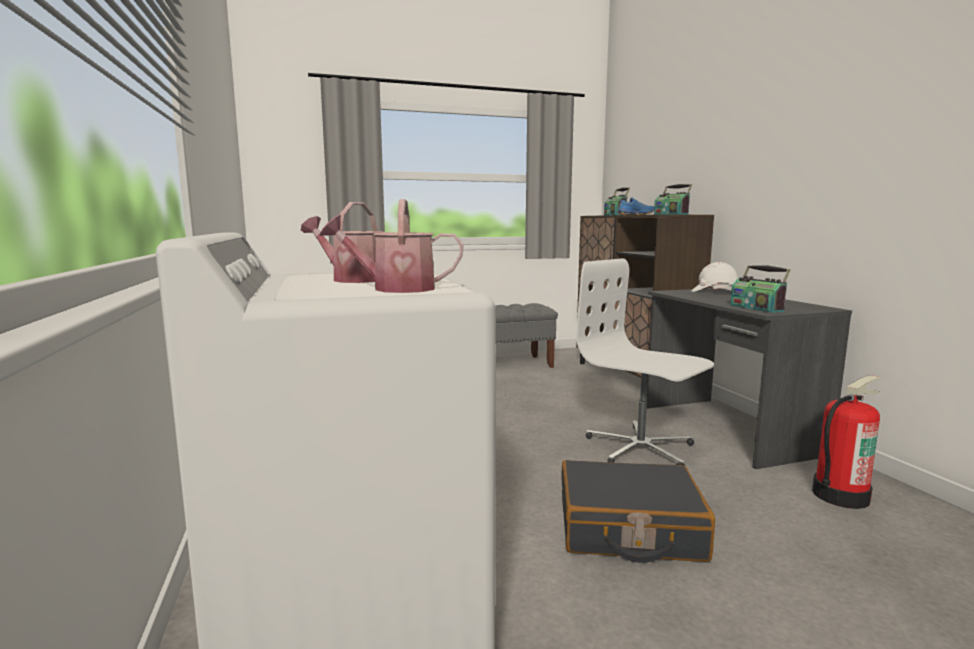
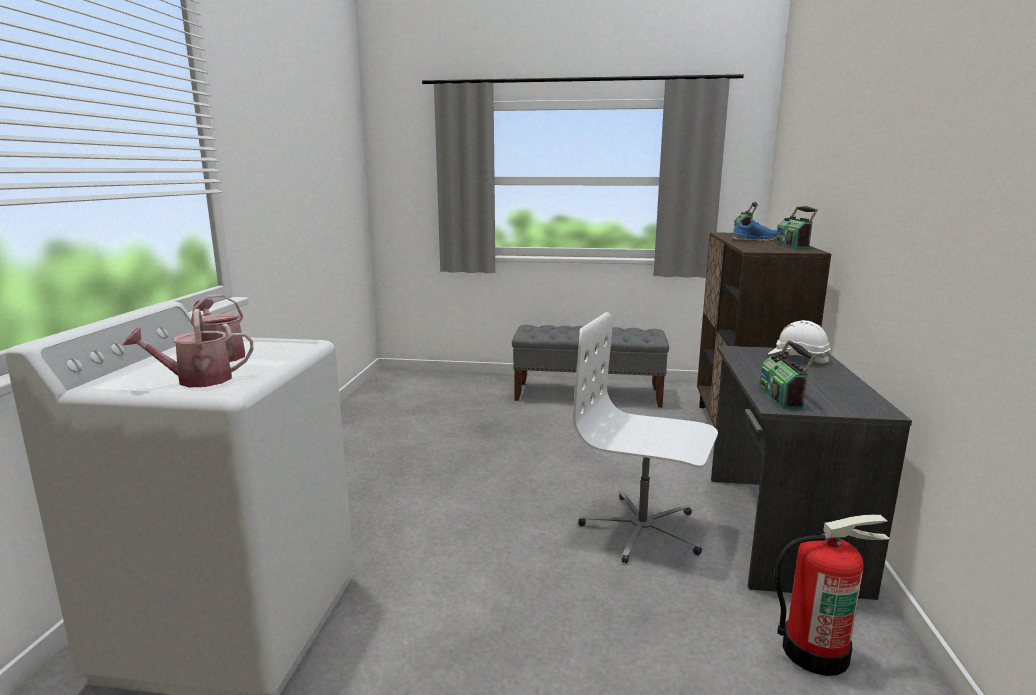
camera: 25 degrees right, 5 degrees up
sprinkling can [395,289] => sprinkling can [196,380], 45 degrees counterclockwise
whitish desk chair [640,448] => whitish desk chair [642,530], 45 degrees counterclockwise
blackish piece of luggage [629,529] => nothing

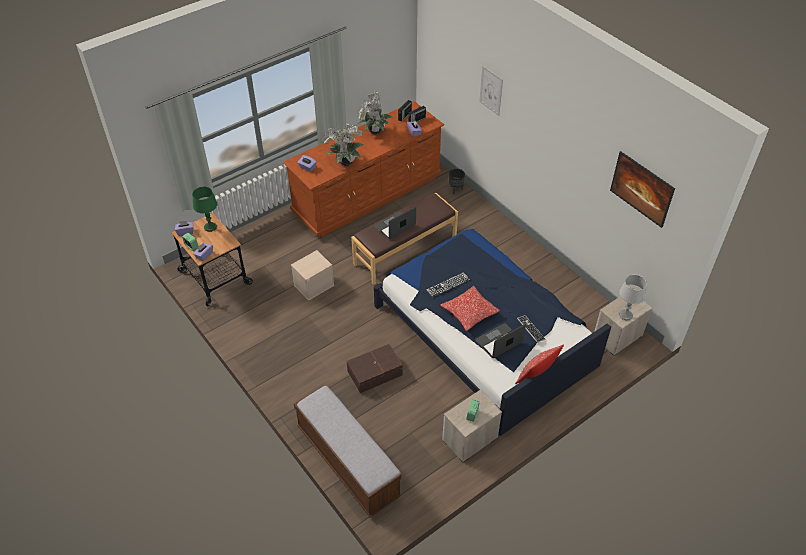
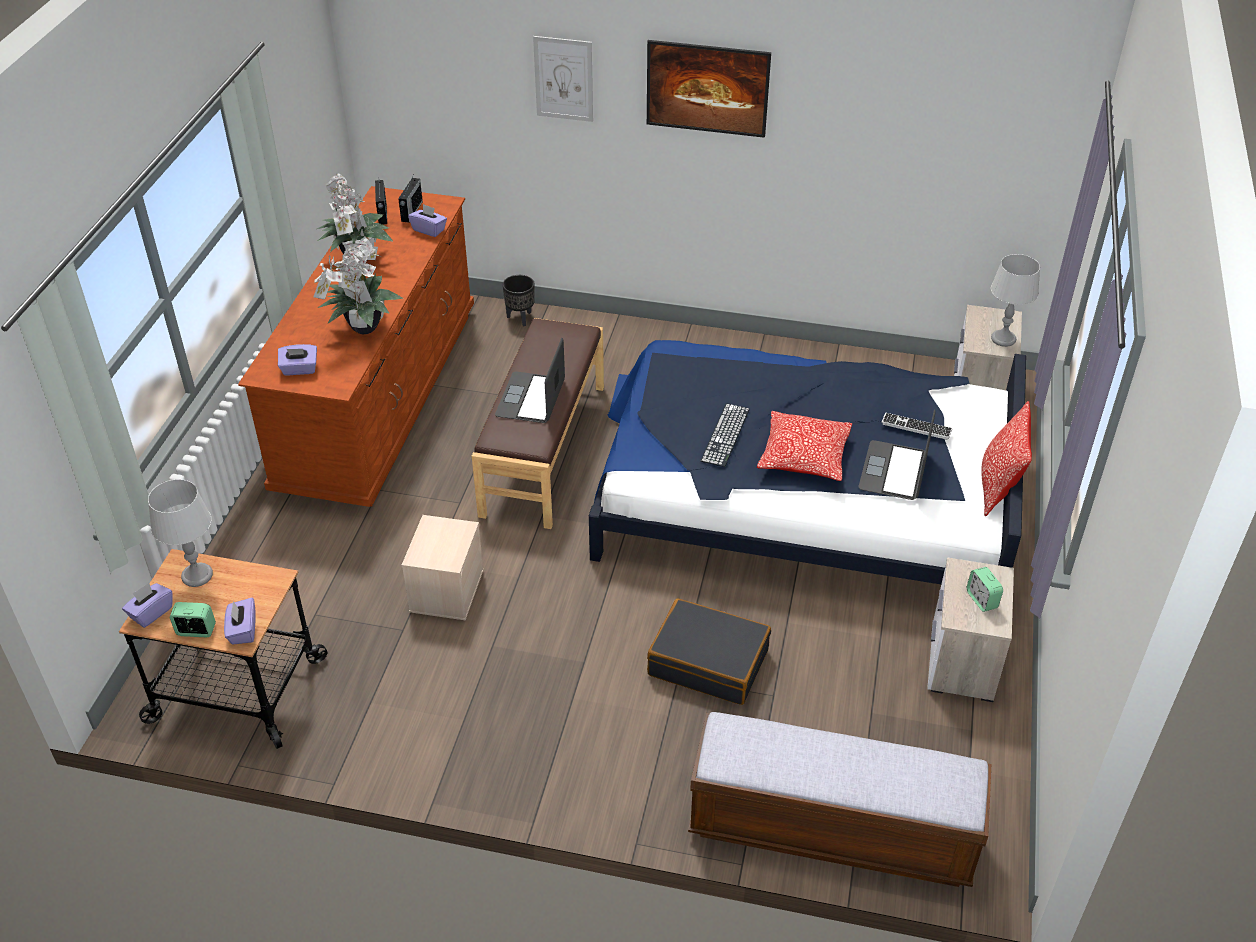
camera: 40 degrees left, 5 degrees down
green lamp for a table [210,227] => gray lamp for a table [196,576]
wall picture [639,198] => wall picture [706,109], moved
brown storage bin [374,372] => blackish piece of luggage [708,662]

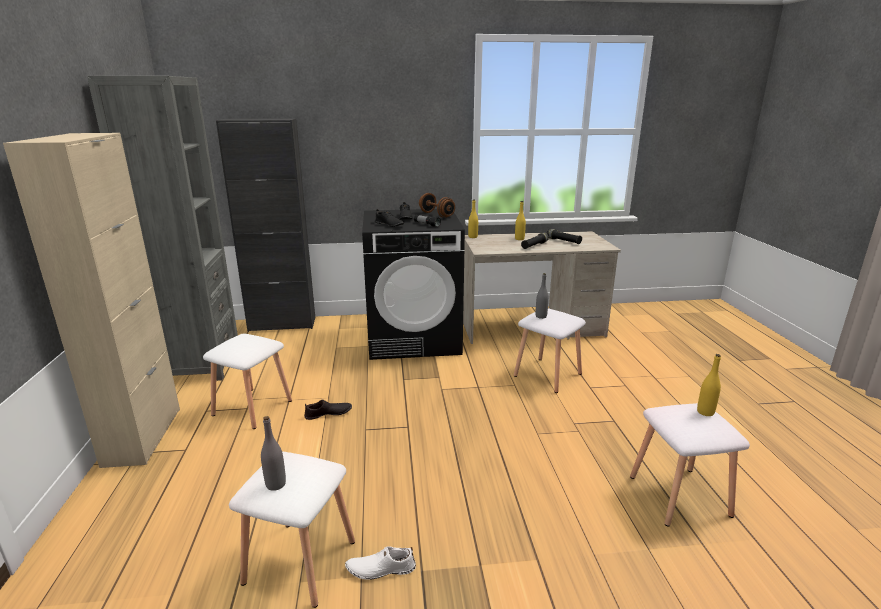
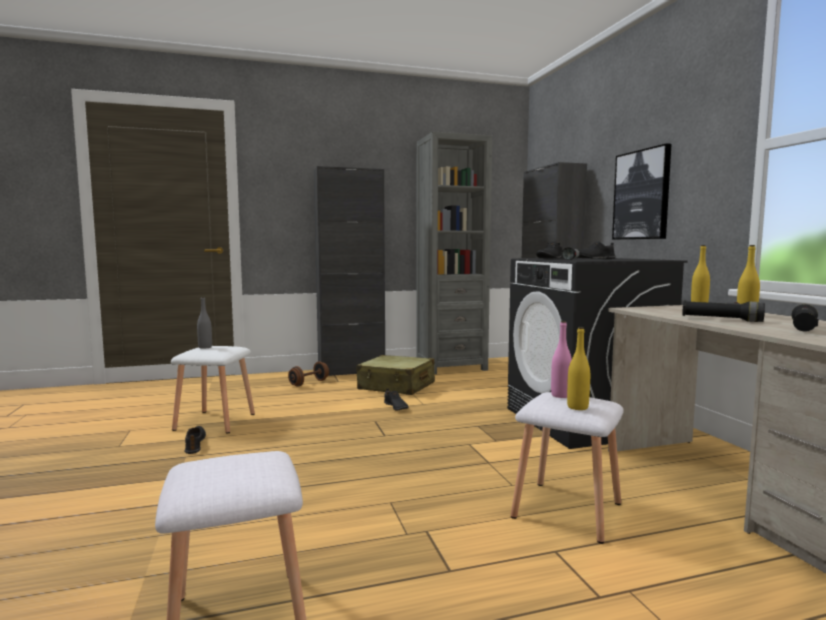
camera: 80 degrees right, 15 degrees down
whitish shoe [380,568] => blackish shoe [195,443]
brown free weight [436,215] => brown free weight [309,383], moved
sand-coloured cupboard [143,436] => blackish cupboard [351,371]
whitish stool seat [253,407] => sand-coloured piece of luggage [396,386]
gray bottle [541,316] => pink-coloured bottle [560,395]
yellow bottle [705,412] => yellow bottle [577,407], moved
nothing => wall picture [642,195]

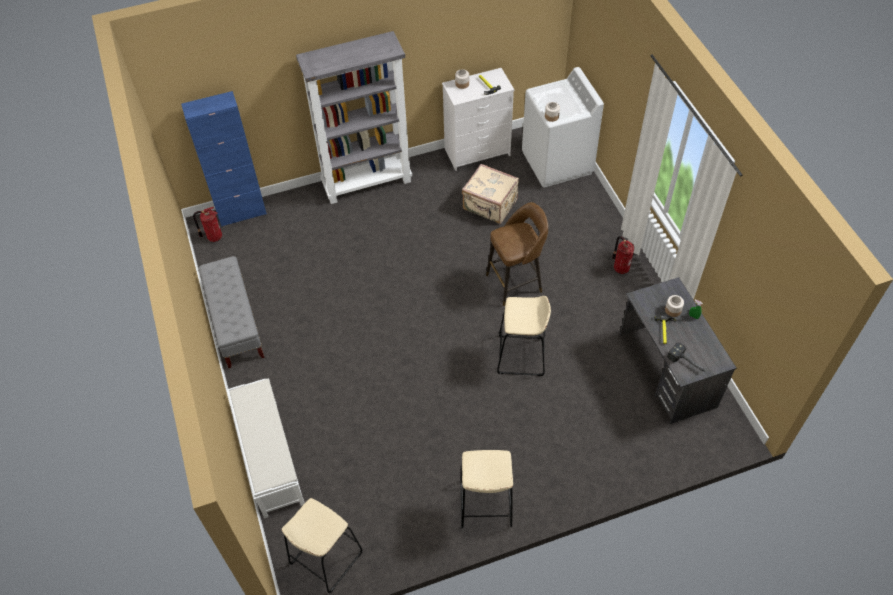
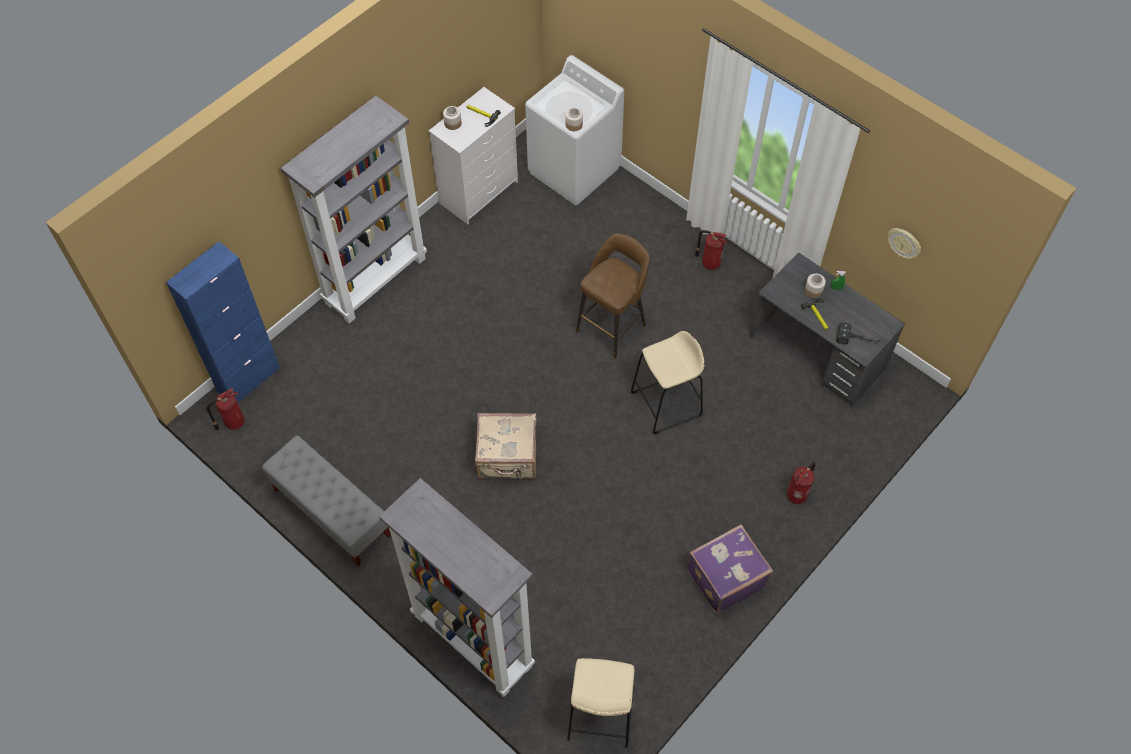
camera: 30 degrees left, 5 degrees up
whitish long seat [270,457] => gray bookshelf [471,641]
sand-coloured piece of luggage [490,205] => sand-coloured piece of luggage [508,457], moved
sand-coloured stool seat [485,504] => purple-coloured piece of luggage [724,577]
nothing => fire-fighting cylinder [797,495]
nothing => wall clock [904,243]

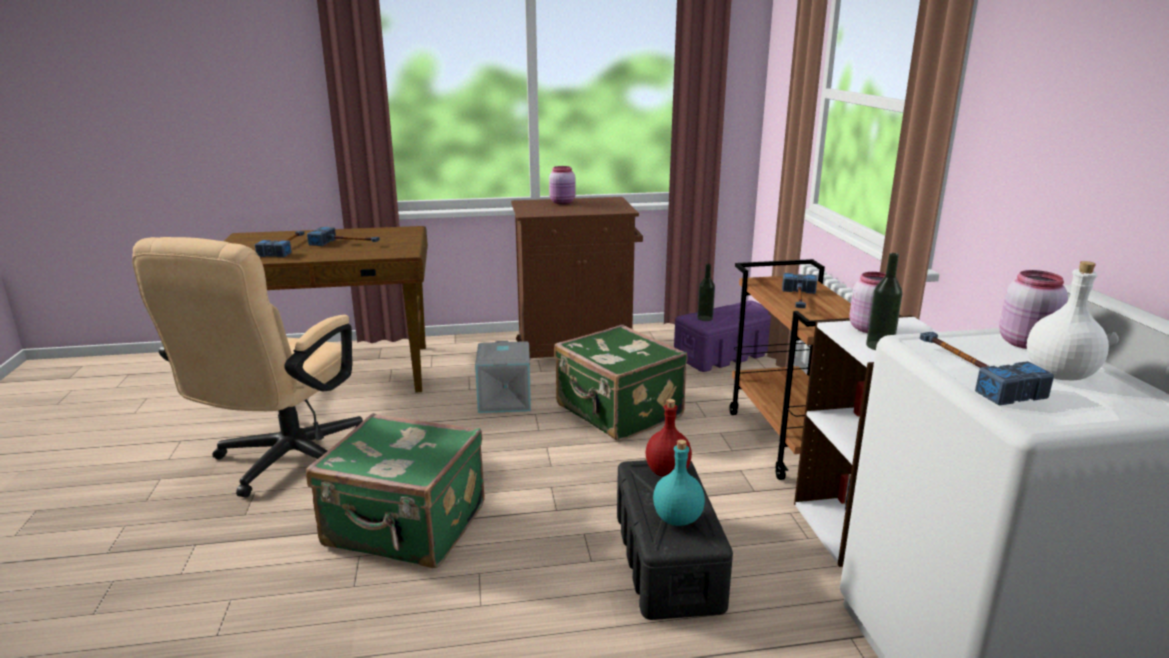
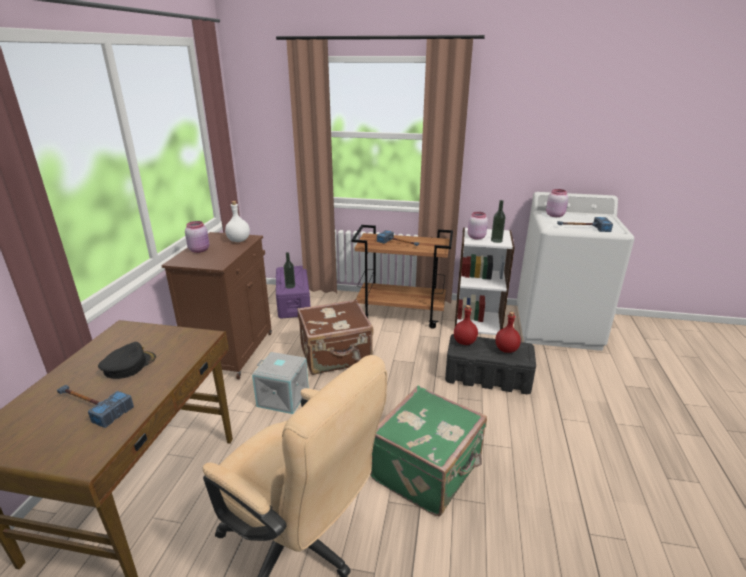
camera: 70 degrees left, 5 degrees up
tool hammer [346,243] => blackish cap [129,365]
whitish bottle [1059,375] => whitish bottle [239,240], moved
green piece of luggage [618,412] => brown piece of luggage [336,356]
turquoise bottle [677,518] => reddish bottle [506,349]

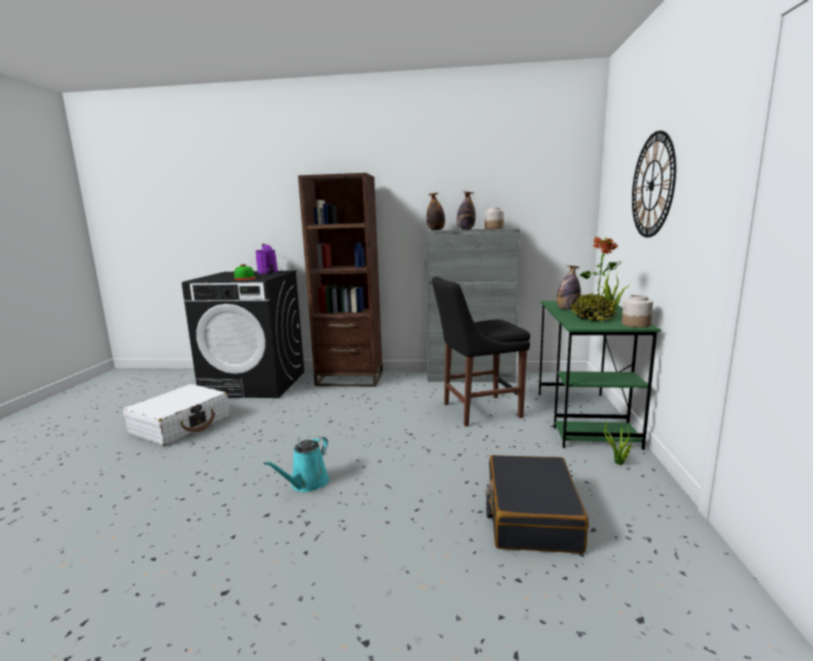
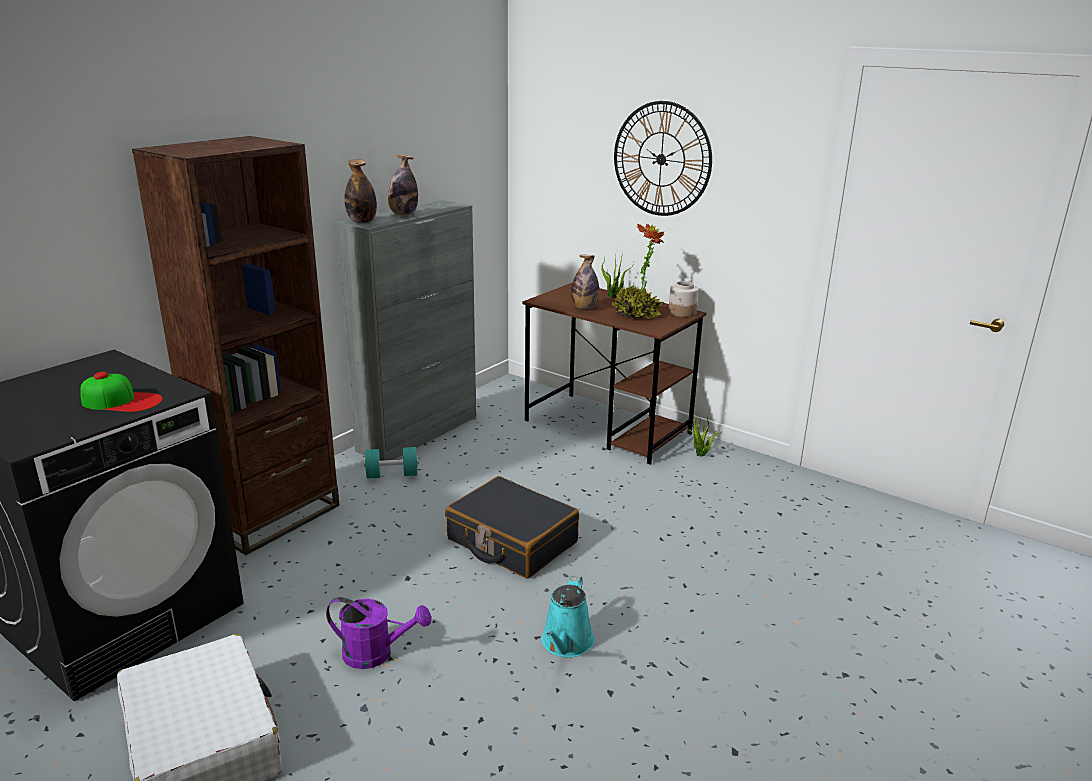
camera: 60 degrees left, 10 degrees up
purple-coloured sprinkling can [268,272] => purple-coloured sprinkling can [376,654], moved
nothing => turquoise free weight [392,475]
blackish piece of luggage [531,516] => blackish piece of luggage [511,541], moved
green desk table [584,418] => brown desk table [608,427]
turquoise sprinkling can [307,483] => turquoise sprinkling can [566,644], 45 degrees clockwise
blackish upright chair [477,410] => nothing
preserve jar [493,228] => nothing

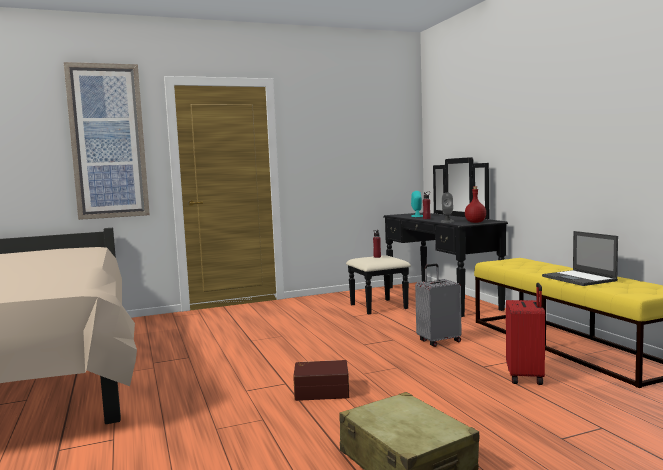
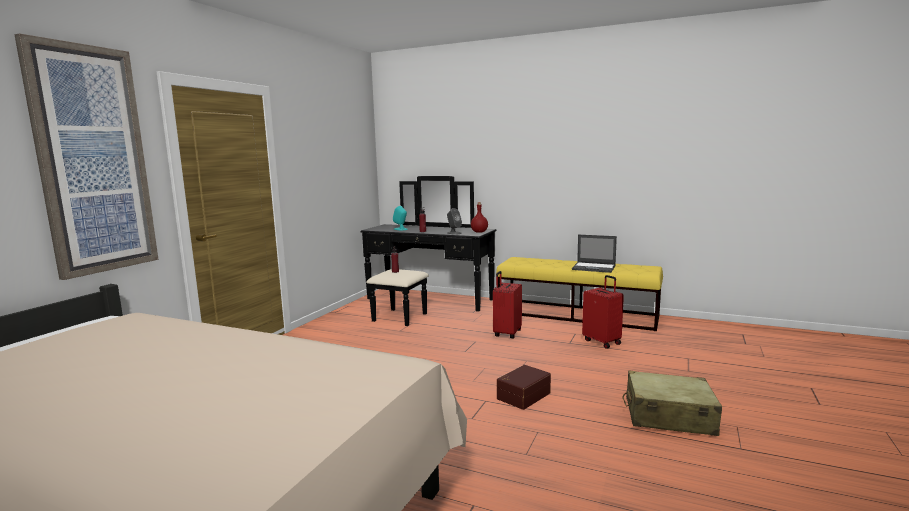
camera: 45 degrees left, 5 degrees up
gray piece of luggage [438,341] => reddish piece of luggage [506,333]

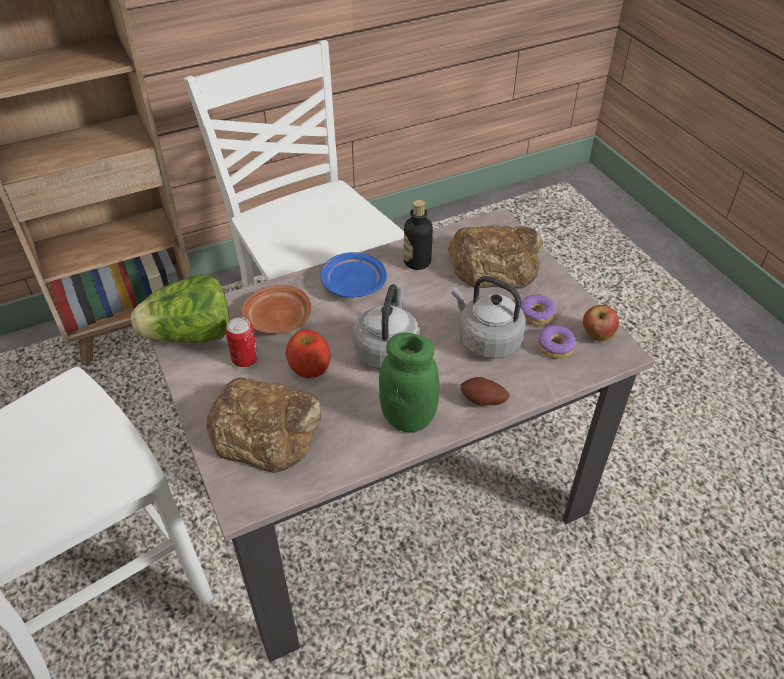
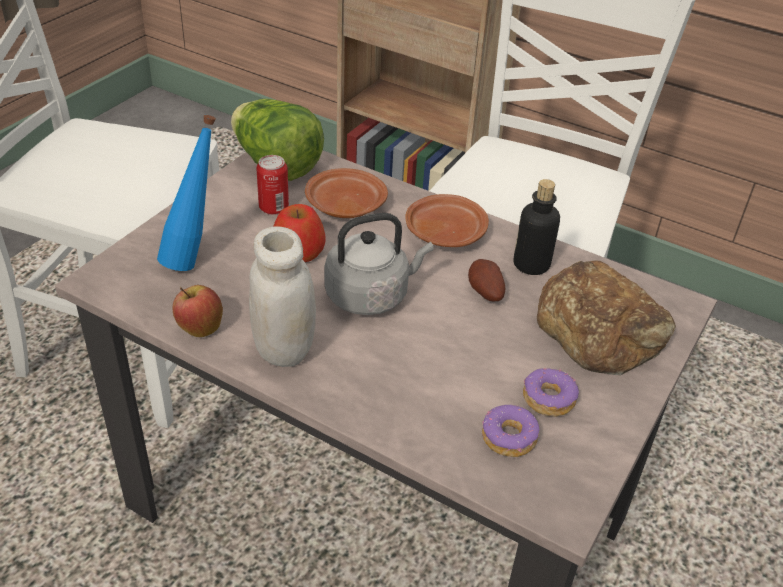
camera: 55 degrees right, 5 degrees down
baked bread [266,429] => blue-coloured bottle [195,258]
whole apple [597,336] => whole apple [199,329], moved
green preserve jar [408,418] => whitish preserve jar [283,349]
blue-coloured dinner plate [353,284] => brown dinner plate [445,232]
spud [483,401] => spud [484,292], moved
gray water kettle [486,340] => nothing

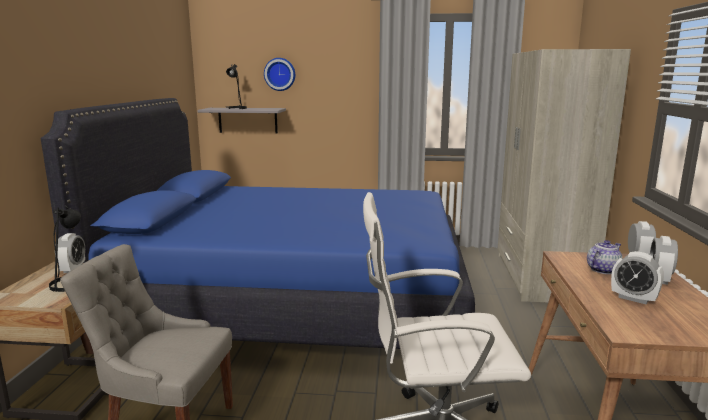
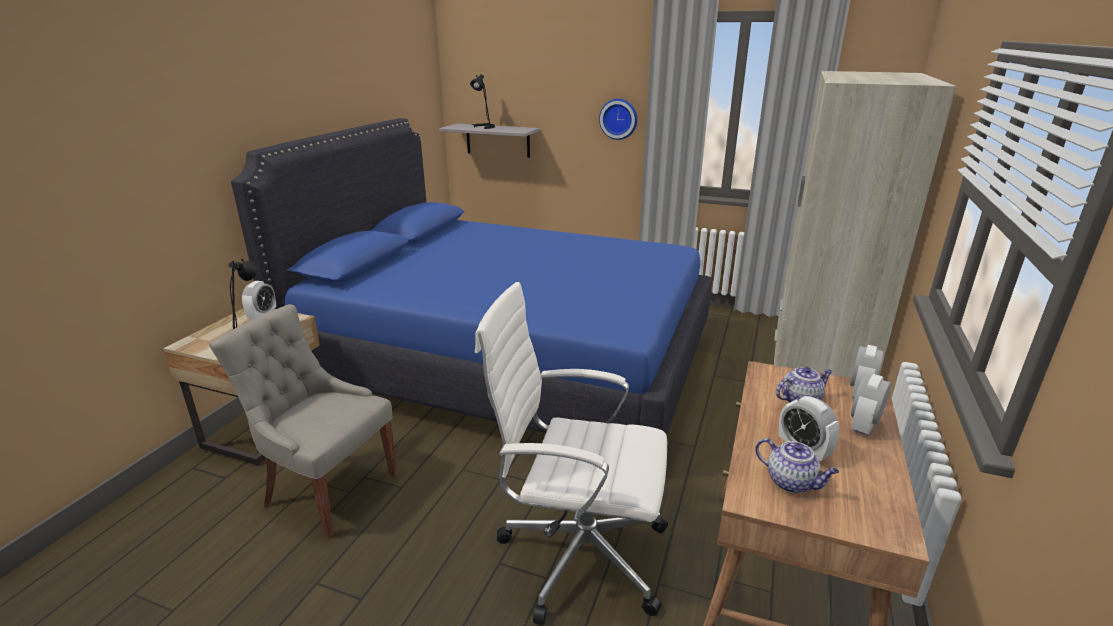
camera: 15 degrees right, 10 degrees up
wall clock [280,74] => wall clock [619,119], moved
nothing => tea pot [792,482]

